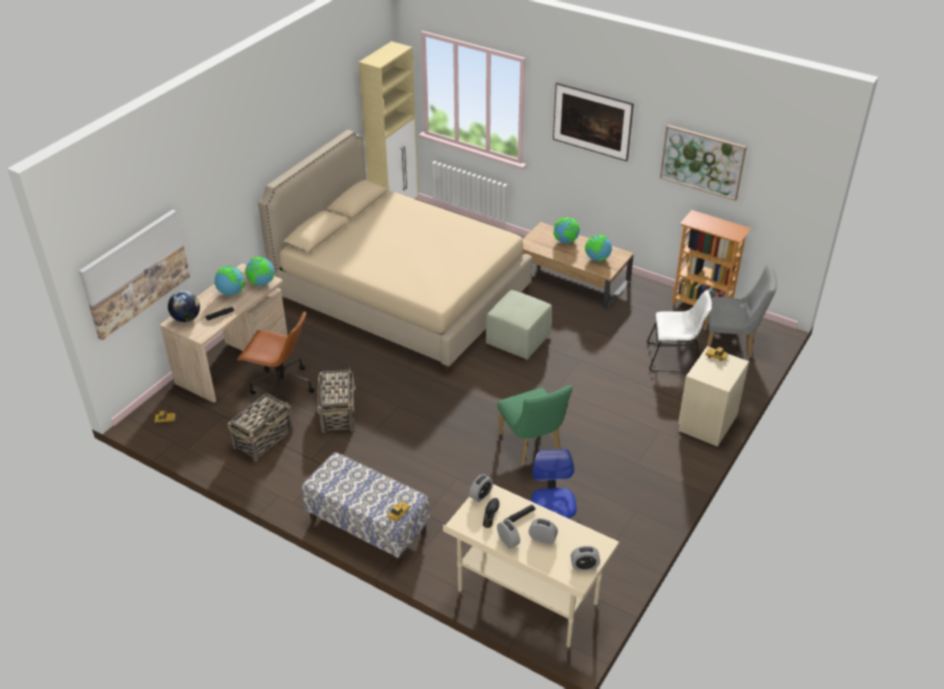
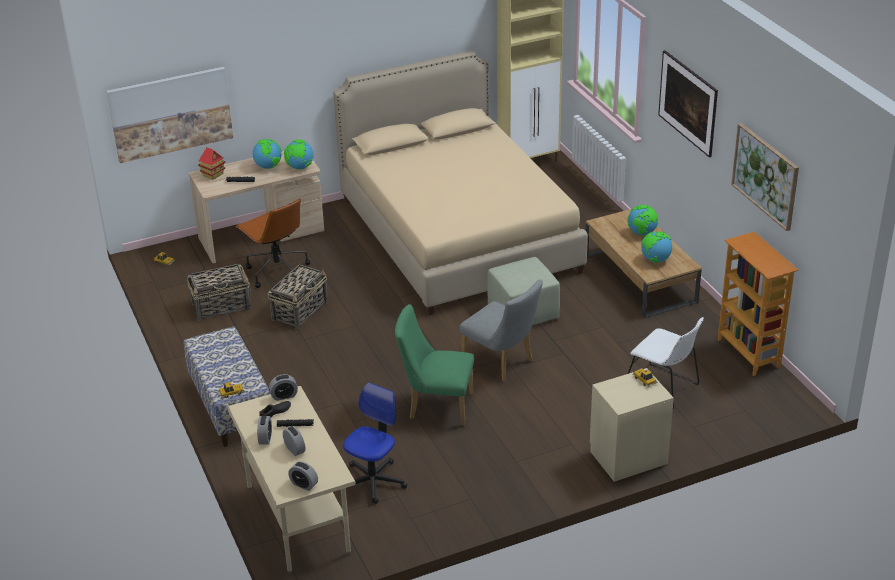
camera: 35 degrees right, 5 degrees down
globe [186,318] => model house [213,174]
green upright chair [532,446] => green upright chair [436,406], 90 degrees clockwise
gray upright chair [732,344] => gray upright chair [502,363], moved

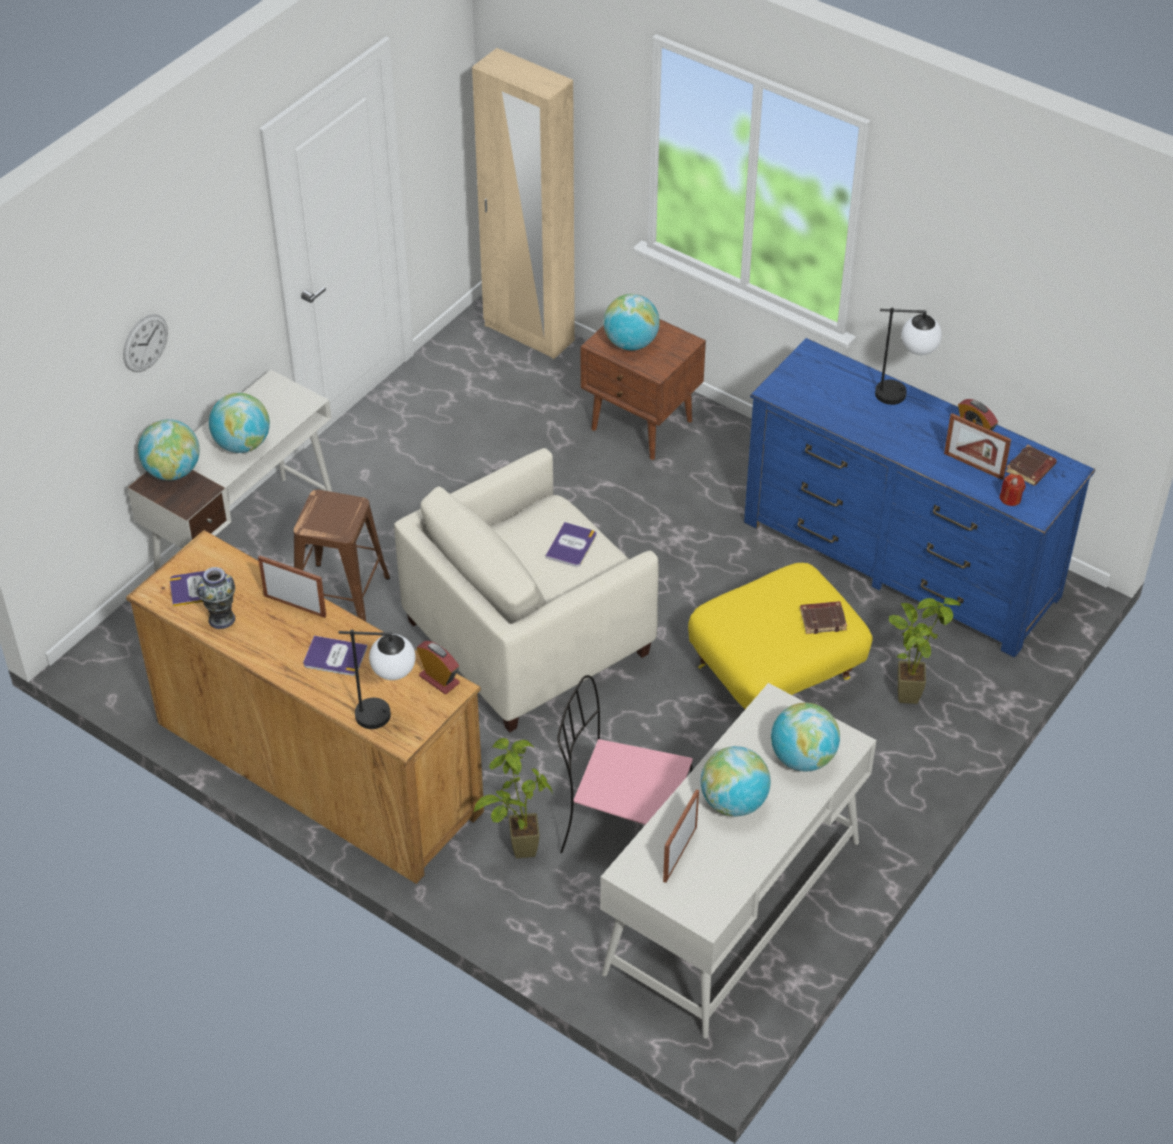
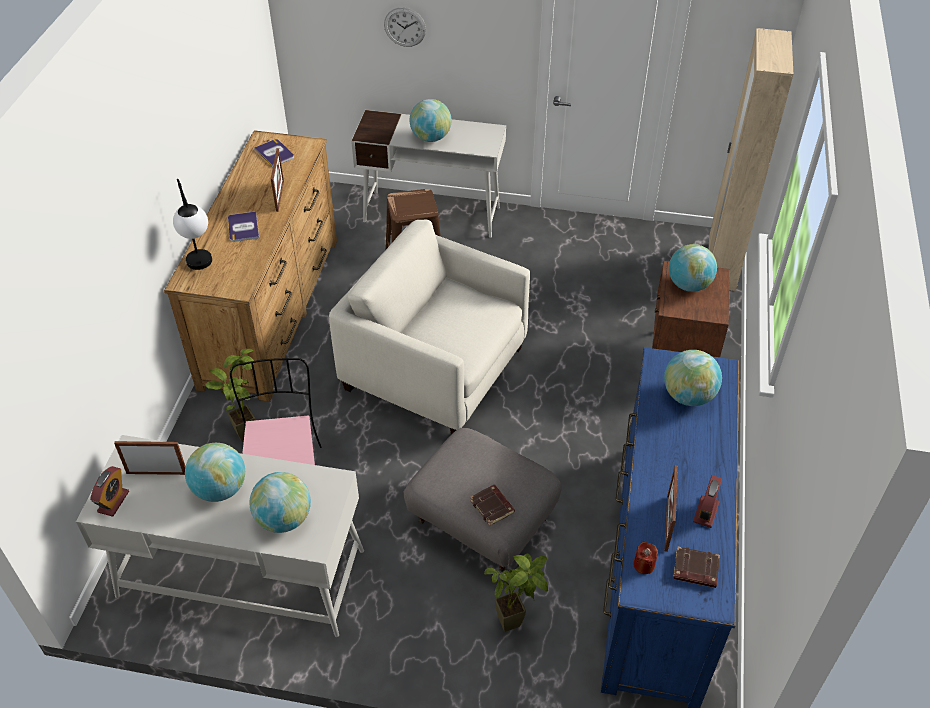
camera: 65 degrees right, 0 degrees up
table clock [439,679] => table clock [113,502], moved
yellow footrest [775,675] => gray footrest [480,523]
globe [172,471] => globe [688,396], moved
flower vase [221,619] => nothing
volume [571,545] => nothing
lamp for a table [903,394] => nothing

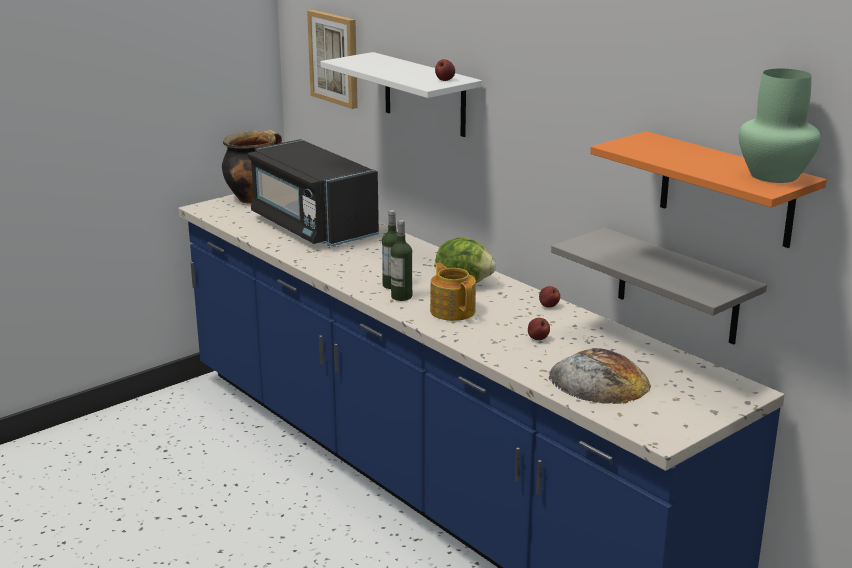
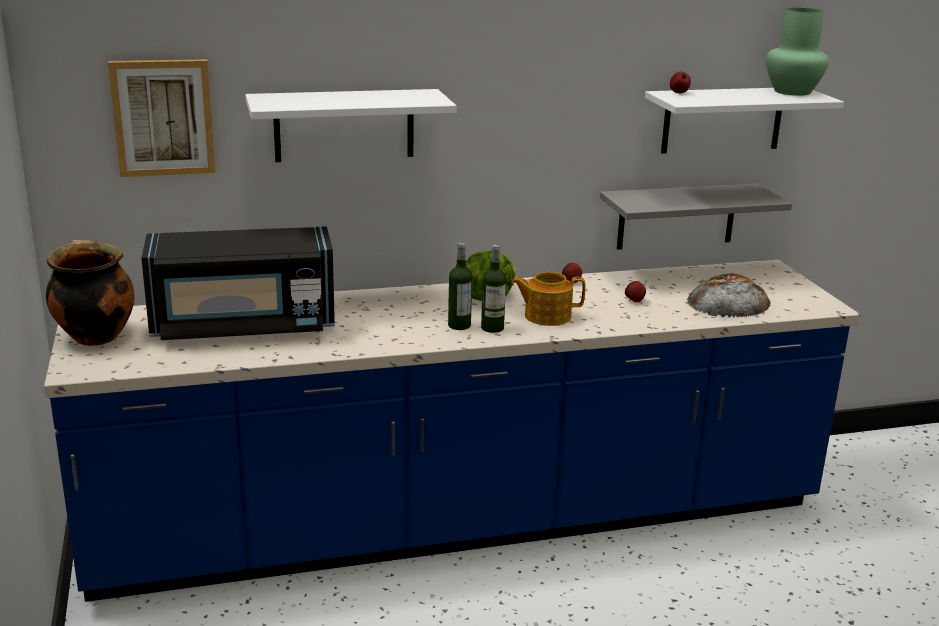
camera: 65 degrees left, 0 degrees up
orange-coloured shelf [726,190] => whitish shelf [722,120]
whole apple [444,80] => whole apple [678,93], moved

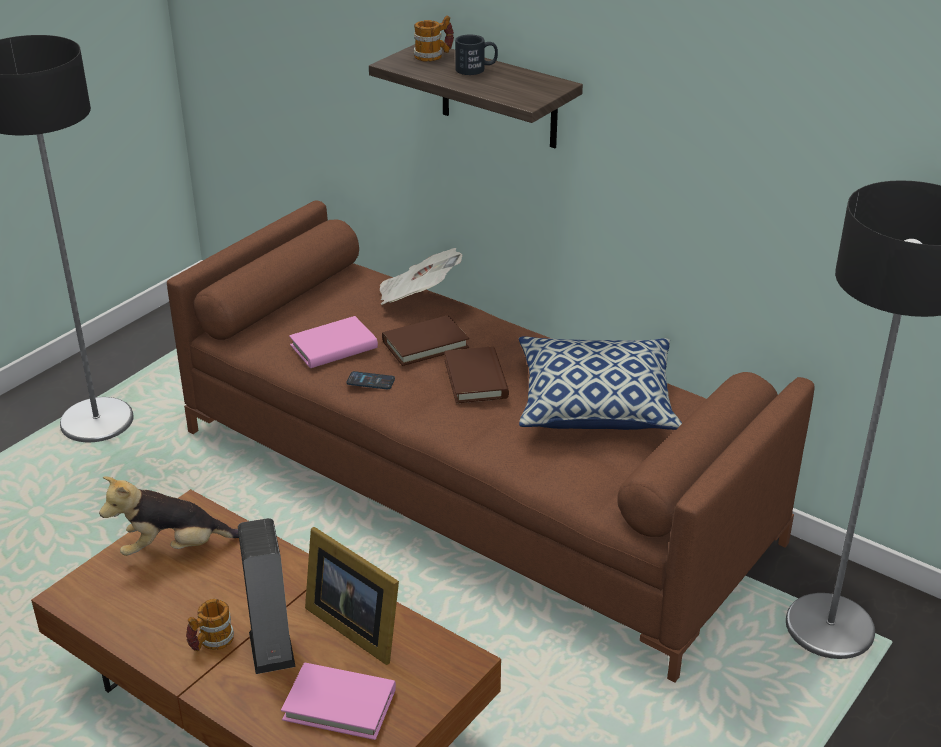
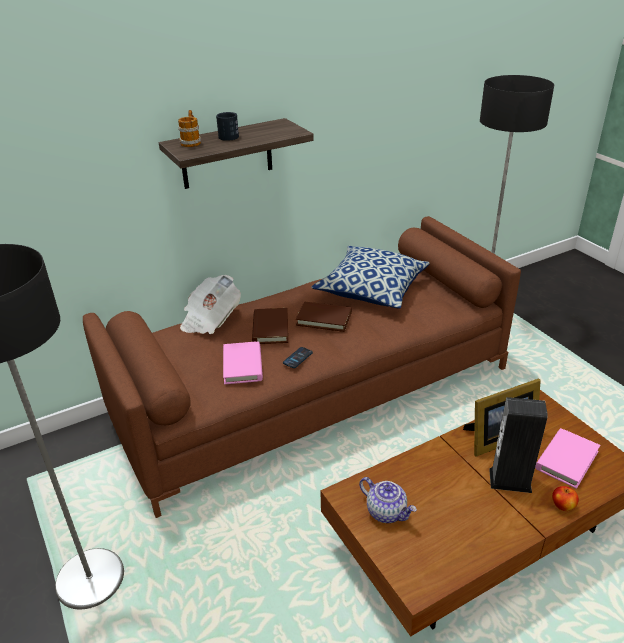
camera: 65 degrees left, 0 degrees up
cuddly toy [174,548] => tea pot [387,512]
nothing => whole apple [563,506]
coffee mug [211,642] => nothing

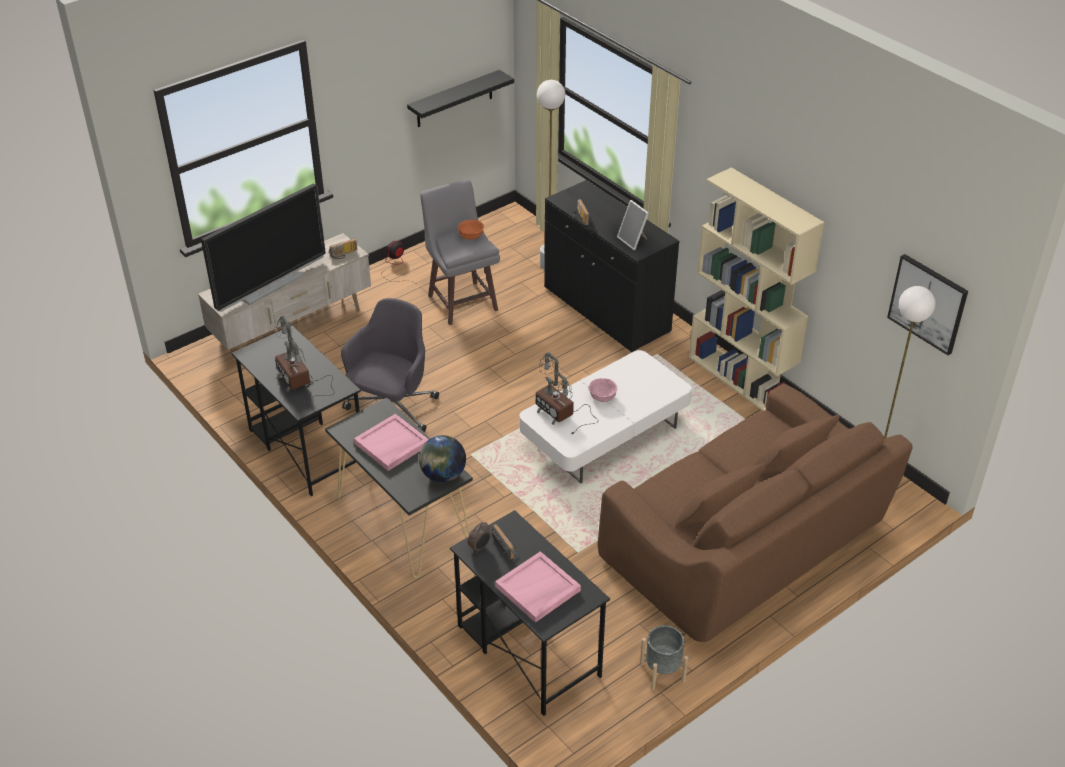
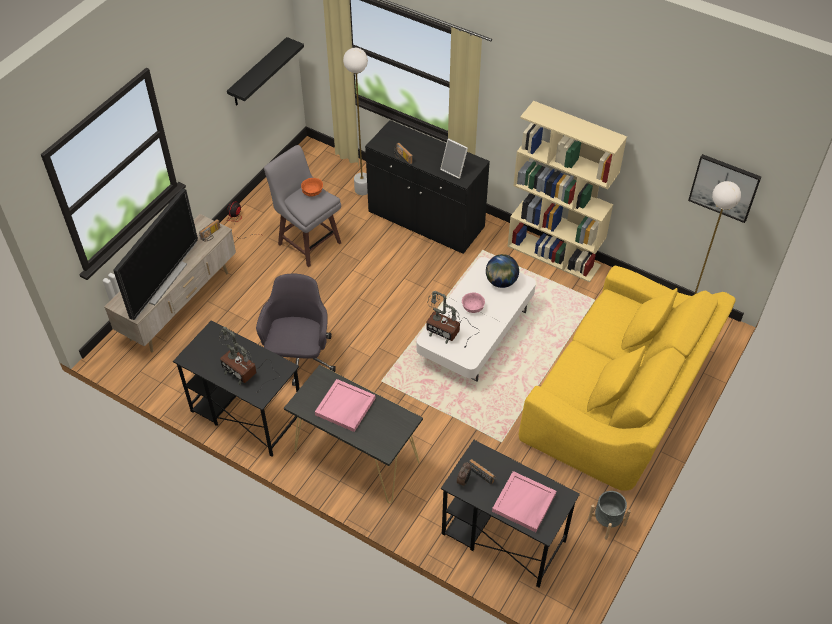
camera: 20 degrees left, 10 degrees up
globe [443,475] => globe [501,282], moved
brown settee [744,547] => yellow settee [618,399]

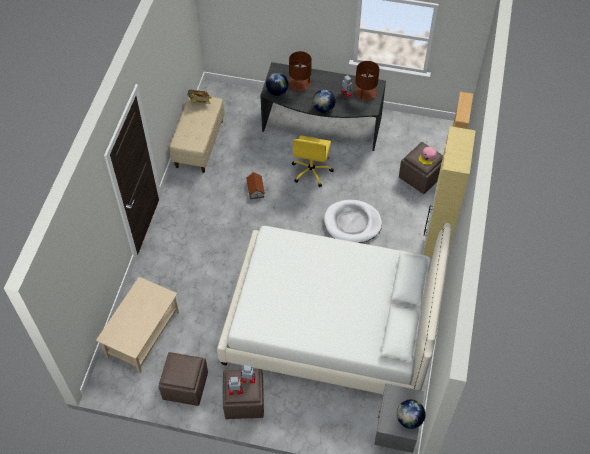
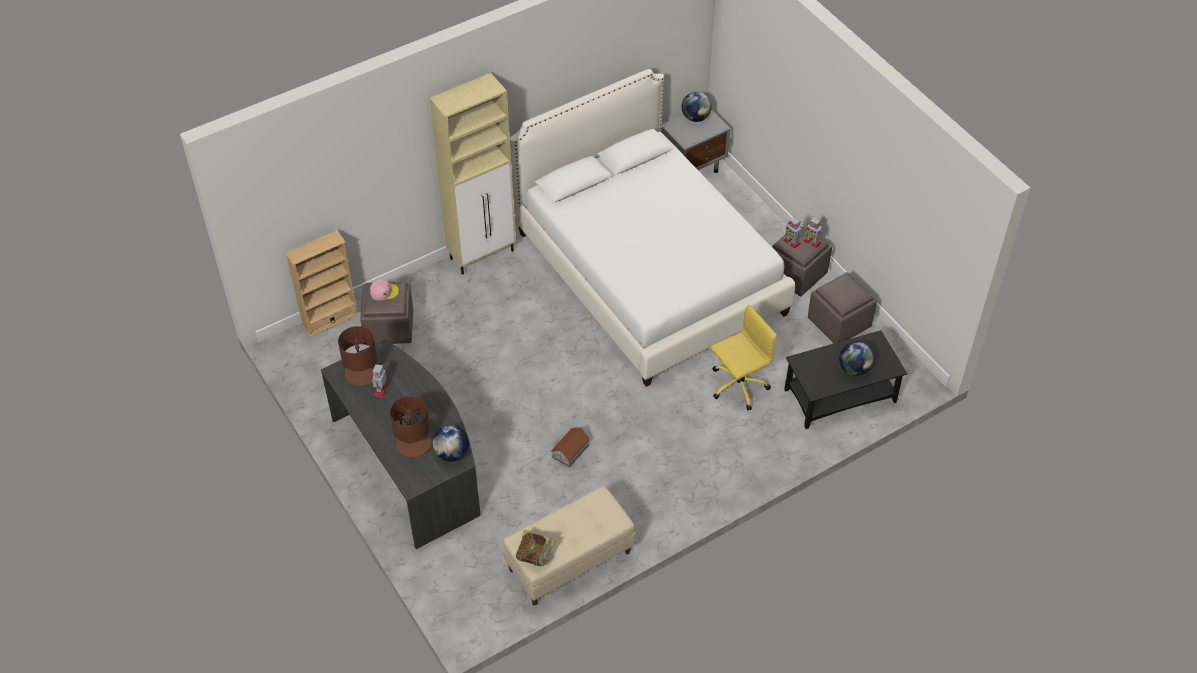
camera: 135 degrees left, 5 degrees down
yellow desk chair [311,171] => yellow desk chair [737,386], moved
sand-coloured lounge table [143,333] => blackish lounge table [839,396]
globe [323,108] => globe [854,369], moved
whitish dog cushion [352,223] => nothing

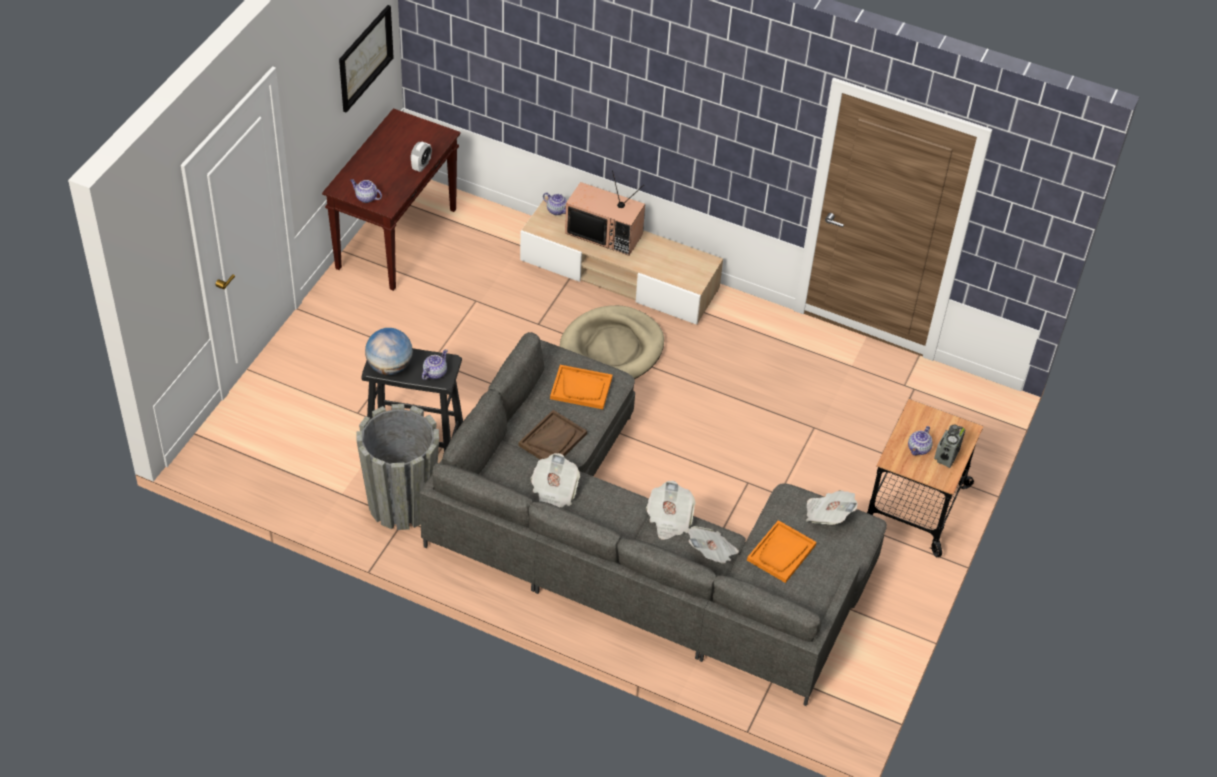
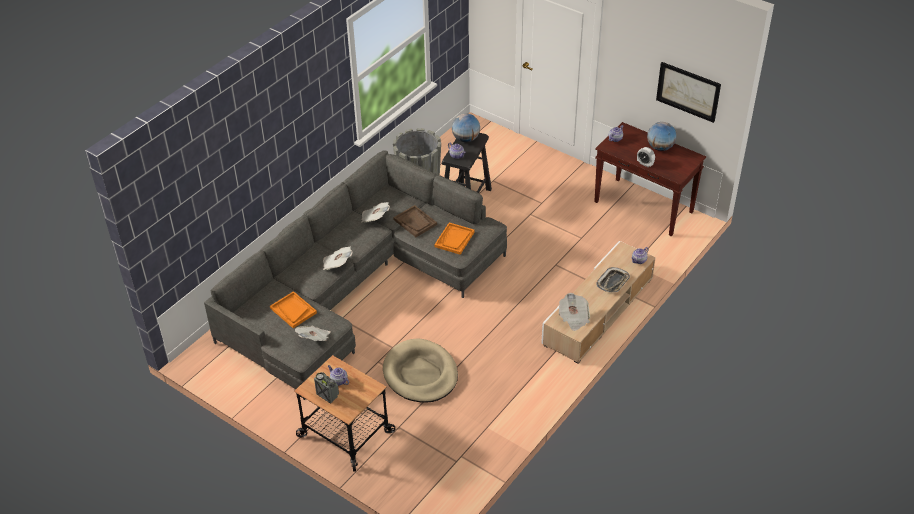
camera: 105 degrees right, 5 degrees down
sand-coloured dog cushion [612,348] => sand-coloured dog cushion [420,374], moved
printed paper [712,553] => printed paper [573,318], moved
television [605,233] => tray [613,282]
nothing => globe [660,147]

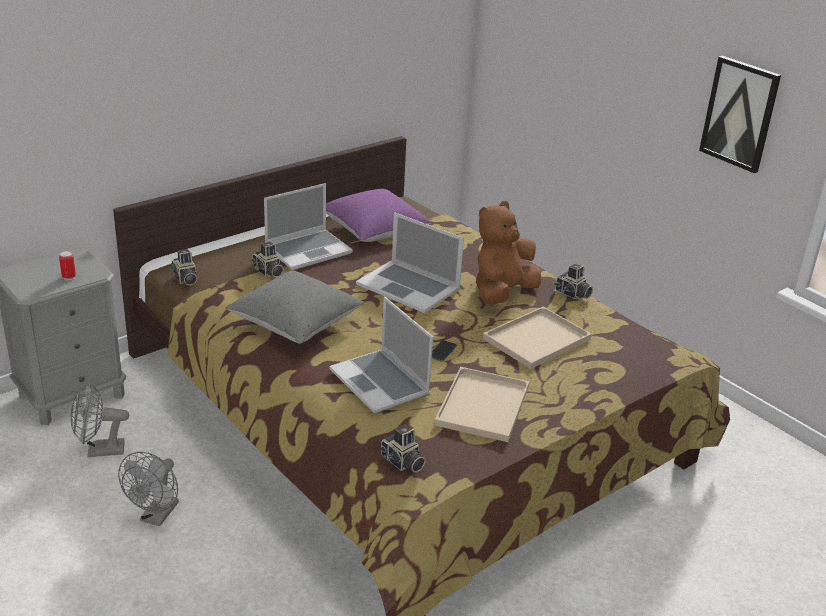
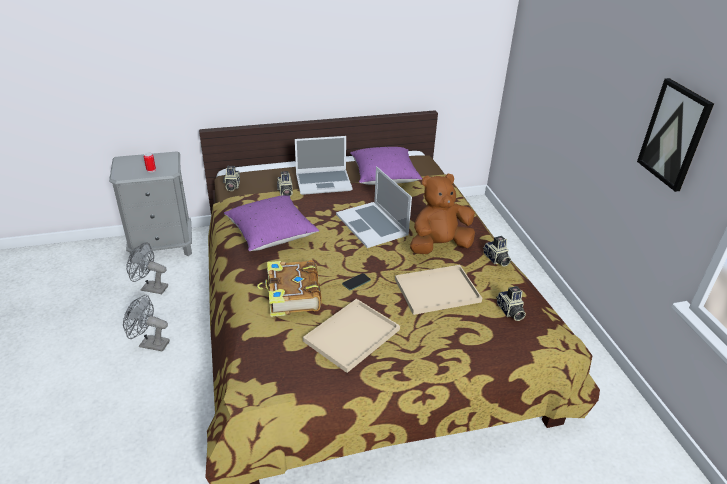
camera: 25 degrees right, 5 degrees up
gray fan [157,516] => gray fan [150,344], 60 degrees clockwise
gray cushion [295,324] => purple-coloured cushion [271,235]
notebook computer [381,383] => volume [292,296]
still camera [402,462] => still camera [509,311], moved

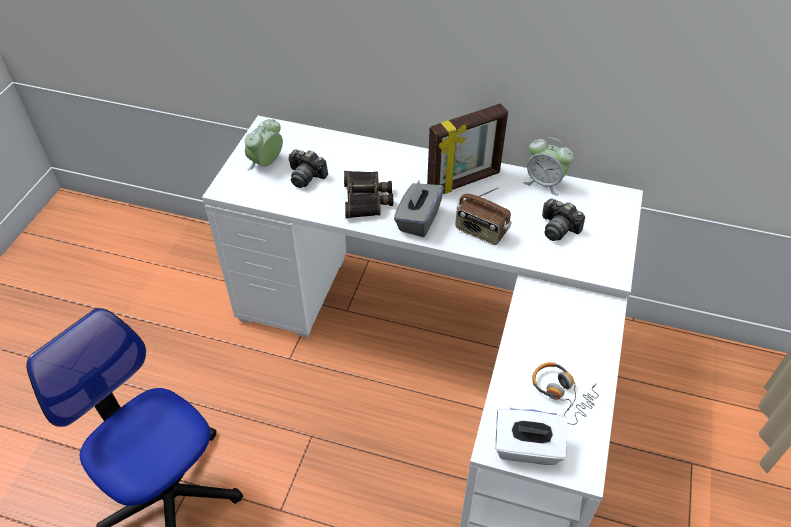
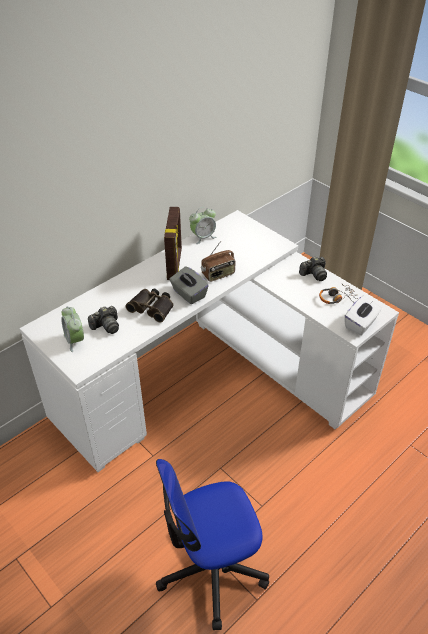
camera: 60 degrees left, 5 degrees down
still camera [558,228] => still camera [314,274], moved

